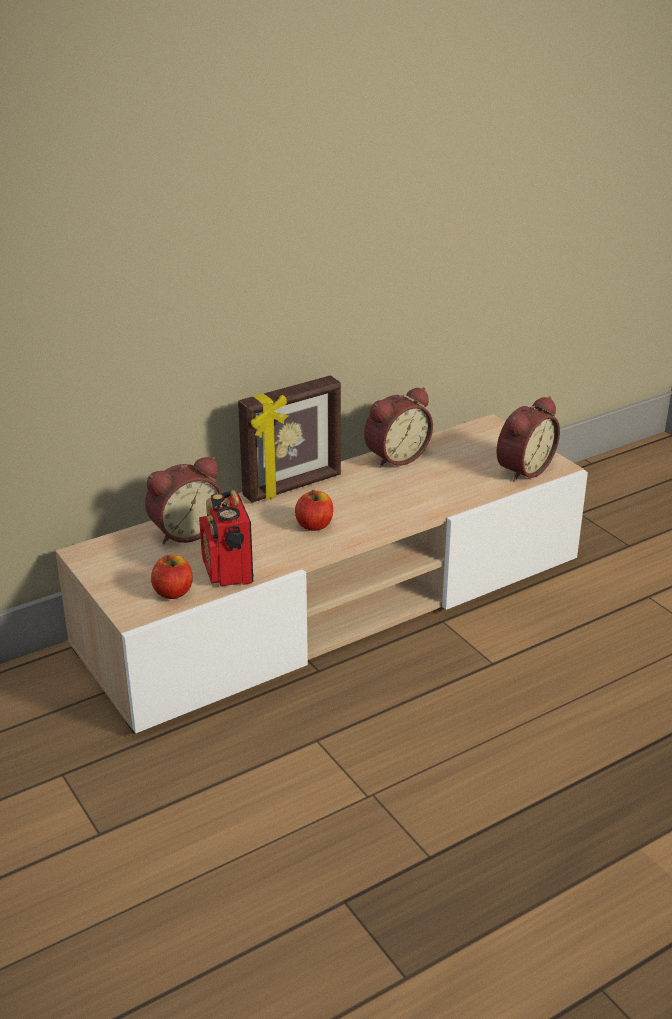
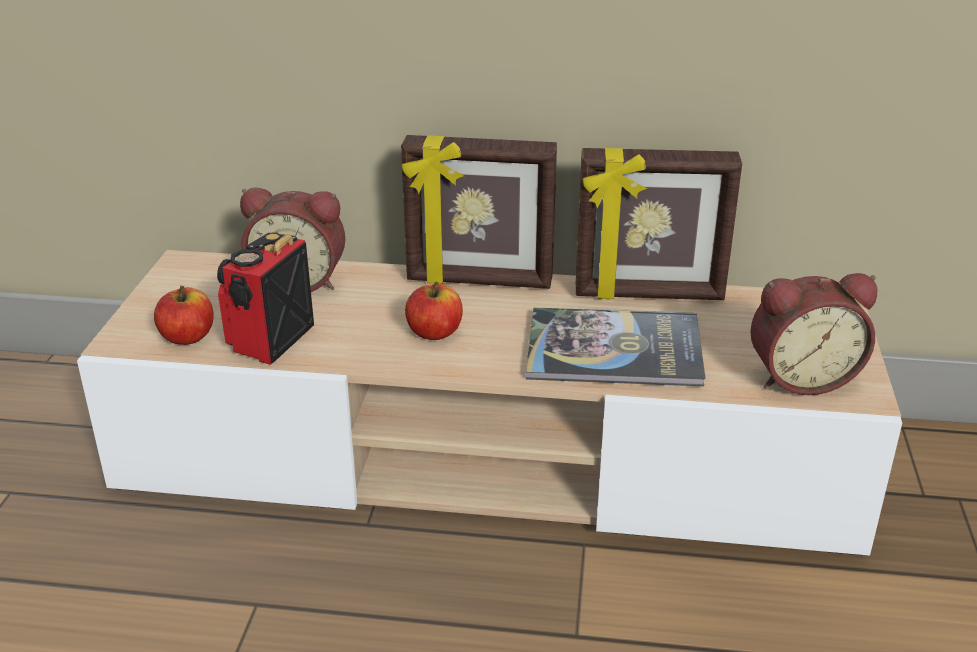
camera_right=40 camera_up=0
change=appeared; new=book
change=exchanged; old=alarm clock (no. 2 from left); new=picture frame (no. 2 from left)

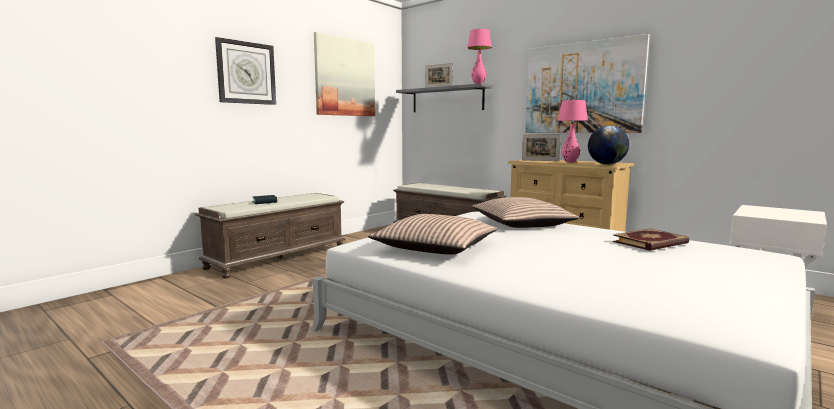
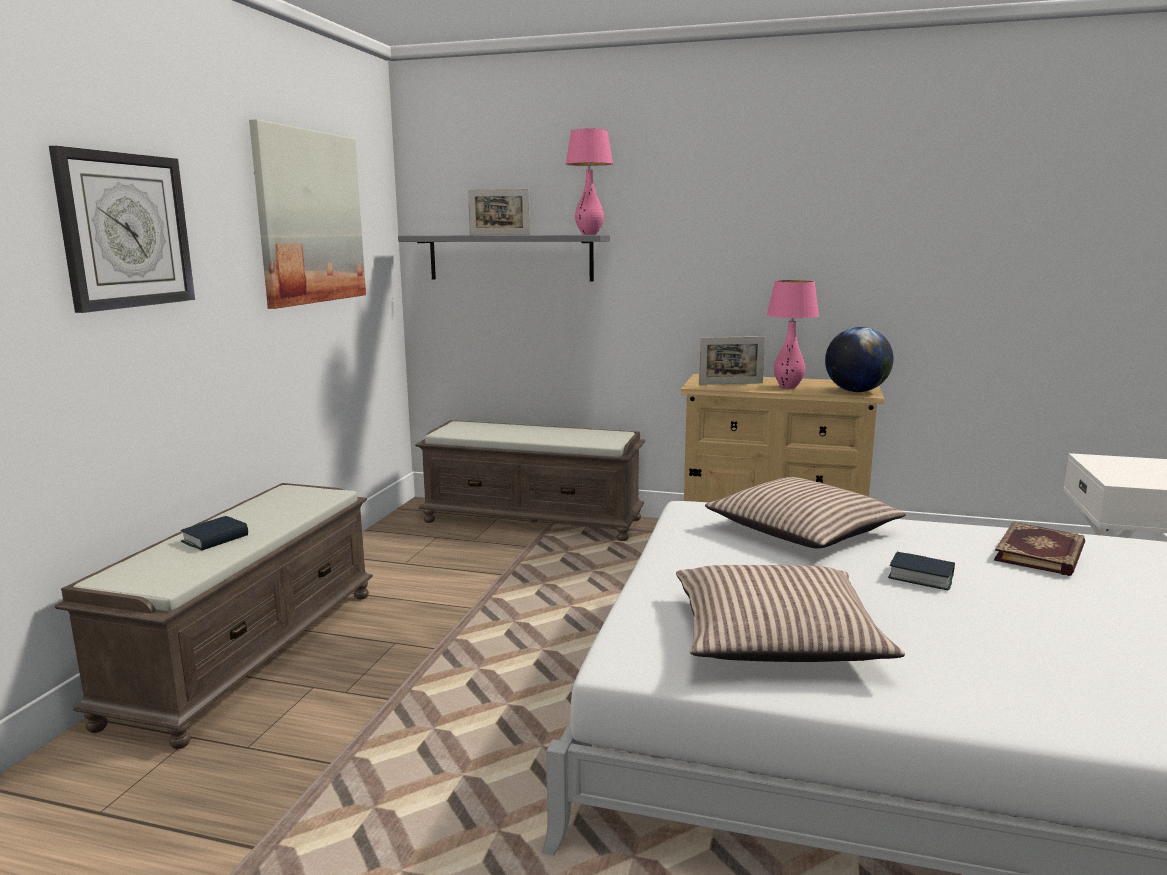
camera_right=-25 camera_up=5
change=appeared; new=book (no. 2 from left)
change=missing; old=picture (no. 2 from left)

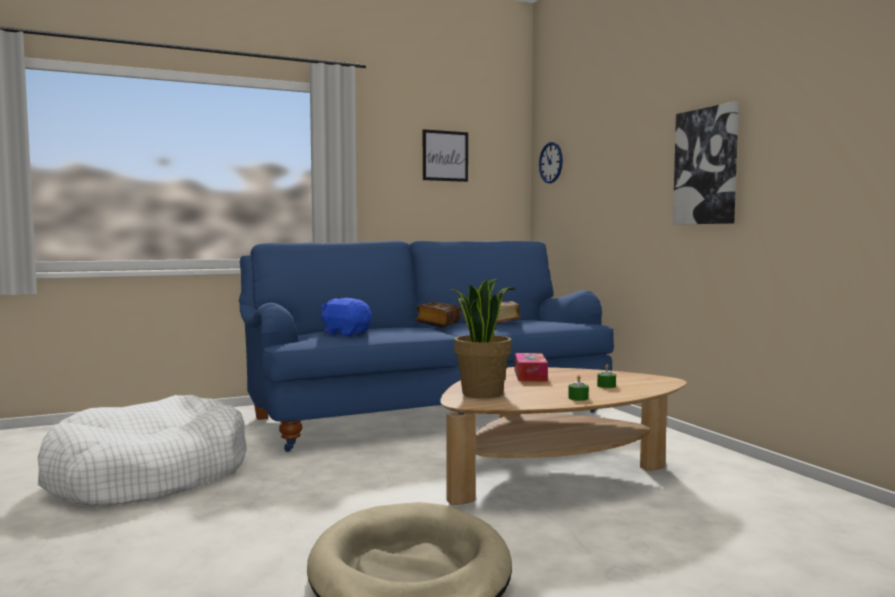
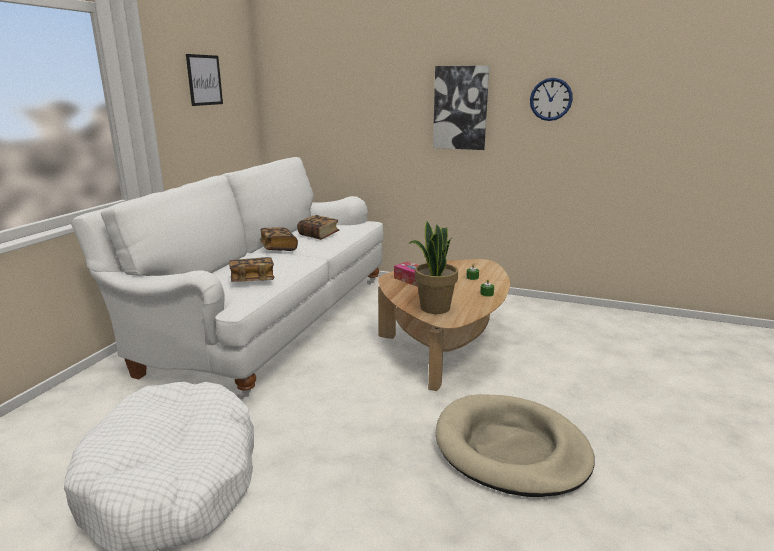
camera_right=-45 camera_up=15
change=colour; old=sofa in blue; new=sofa in white
change=exchanged; old=plush toy in blue; new=book (no. 1 from left)
change=relocated; old=wall clock

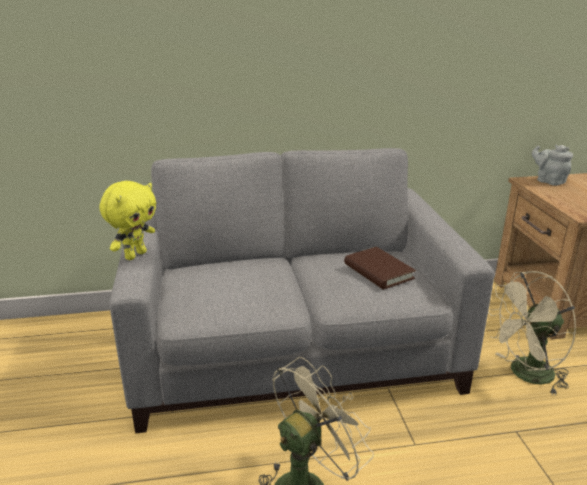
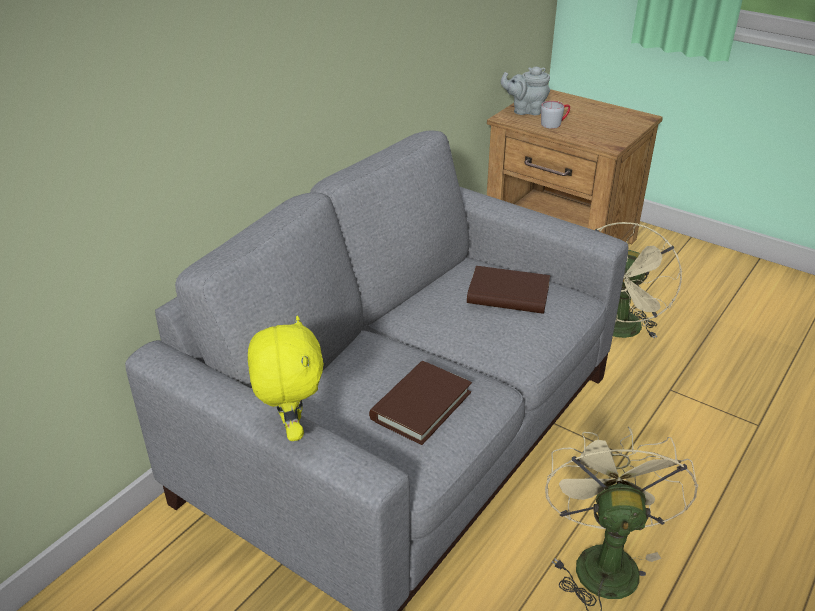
camera_right=-45 camera_up=10
change=appeared; new=book in brown (no. 1 from left)
change=appeared; new=mug in grey

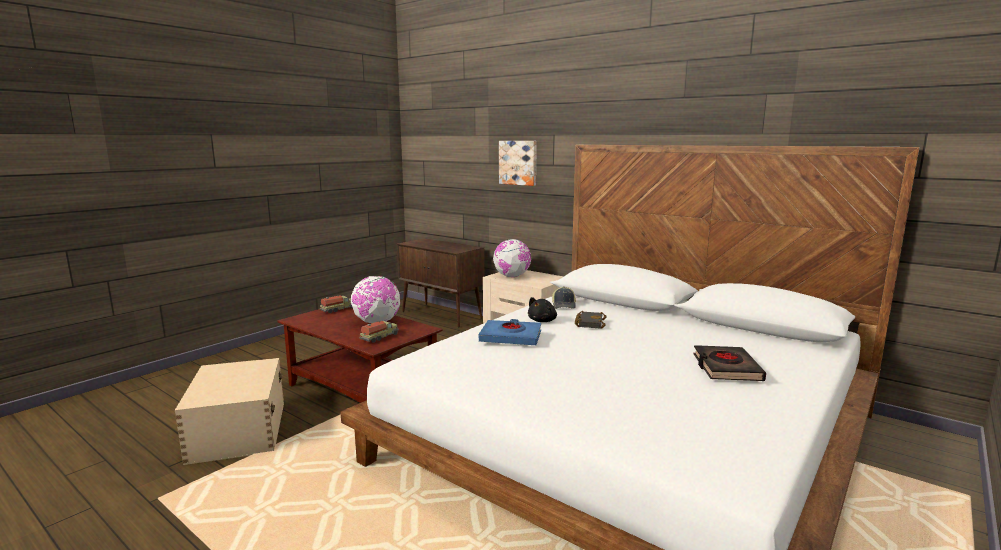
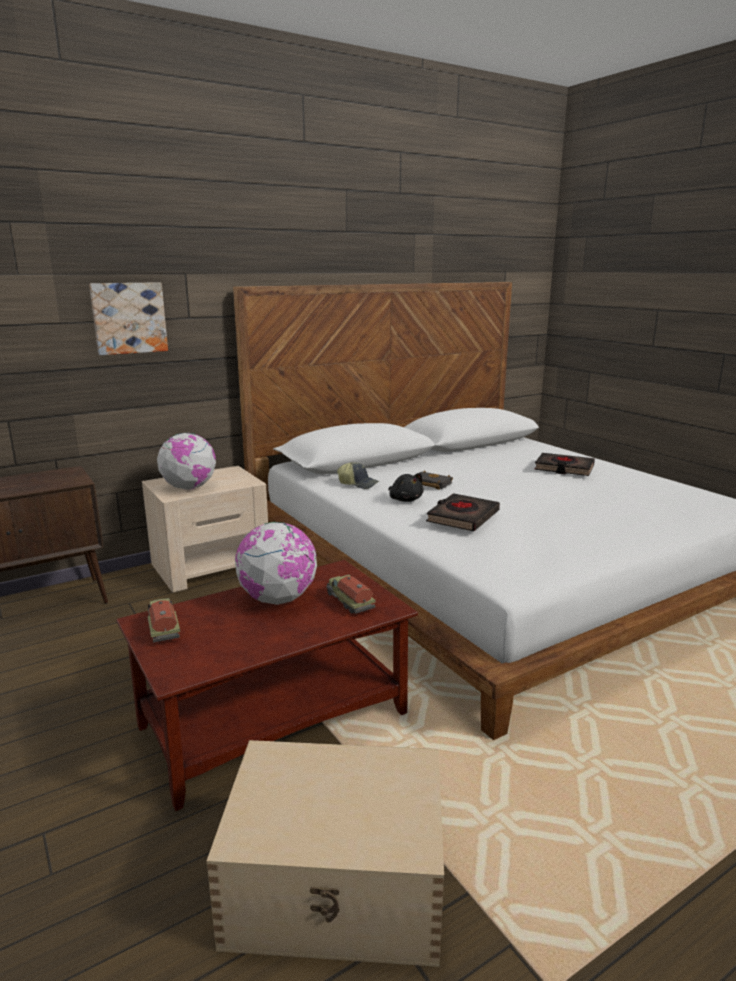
camera_right=-70 camera_up=5
change=colour; old=book in blue; new=book in black (no. 2 from left)

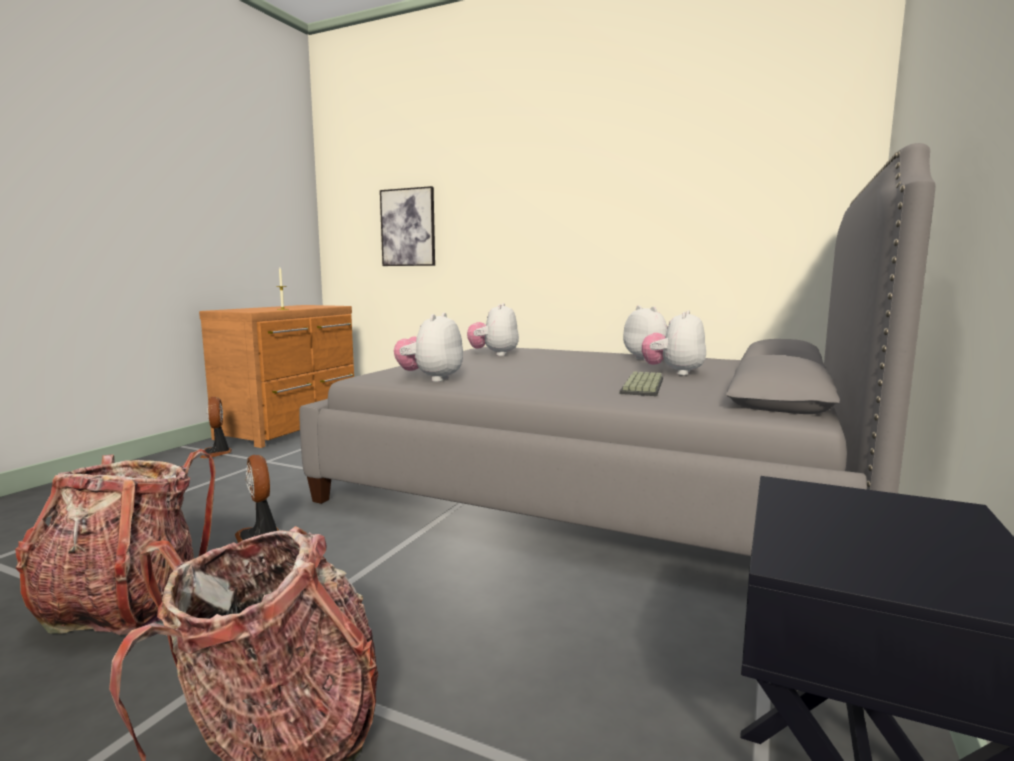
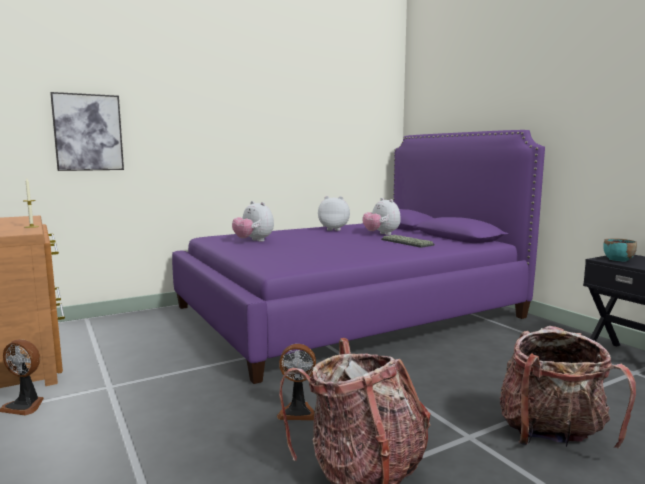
camera_right=-55 camera_up=0
change=colour; old=bed in grey; new=bed in purple
change=appeared; new=bowl in turquoise
change=missing; old=plush toy (no. 1 from left)

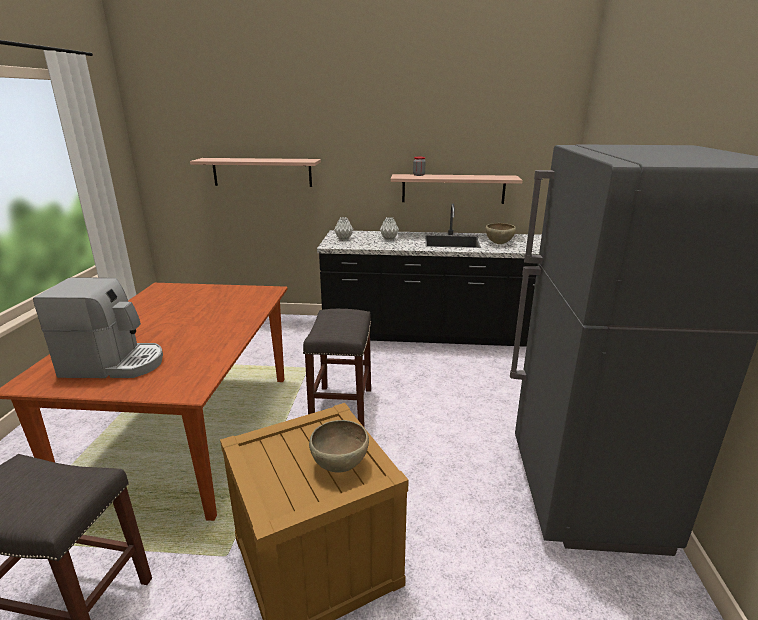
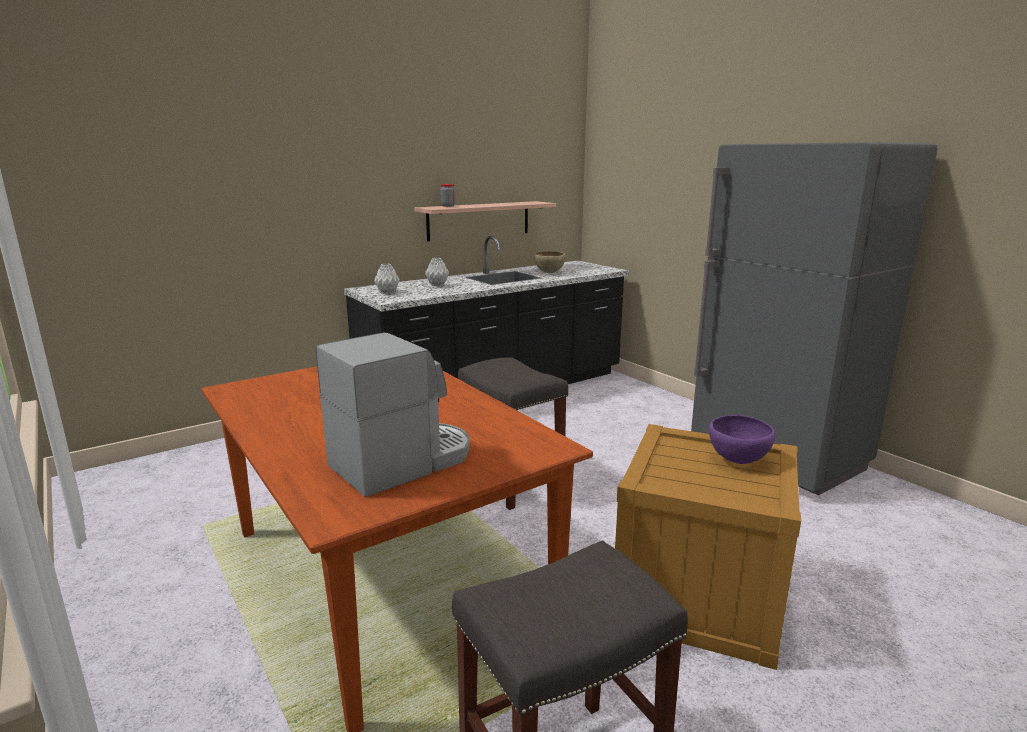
camera_right=-40 camera_up=-5
change=colour; old=bowl in brown (no. 1 from left); new=bowl in purple
change=missing; old=shelf (no. 1 from left)

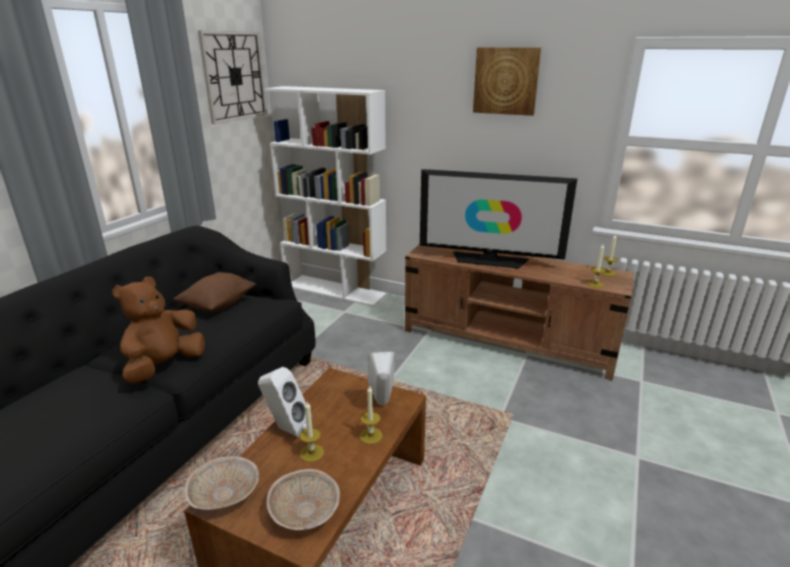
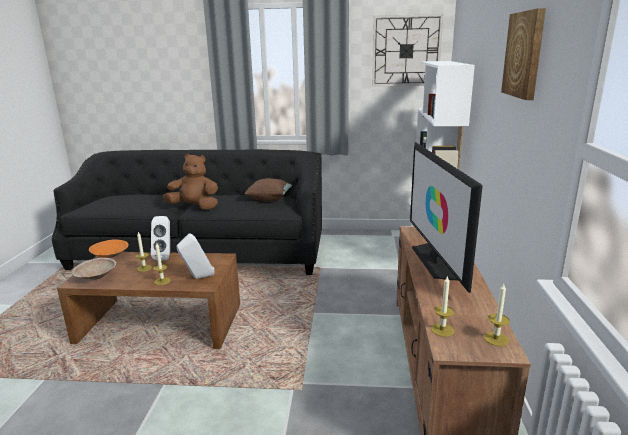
camera_right=70 camera_up=-5
change=colour; old=bowl in beige (no. 1 from left); new=bowl in orange

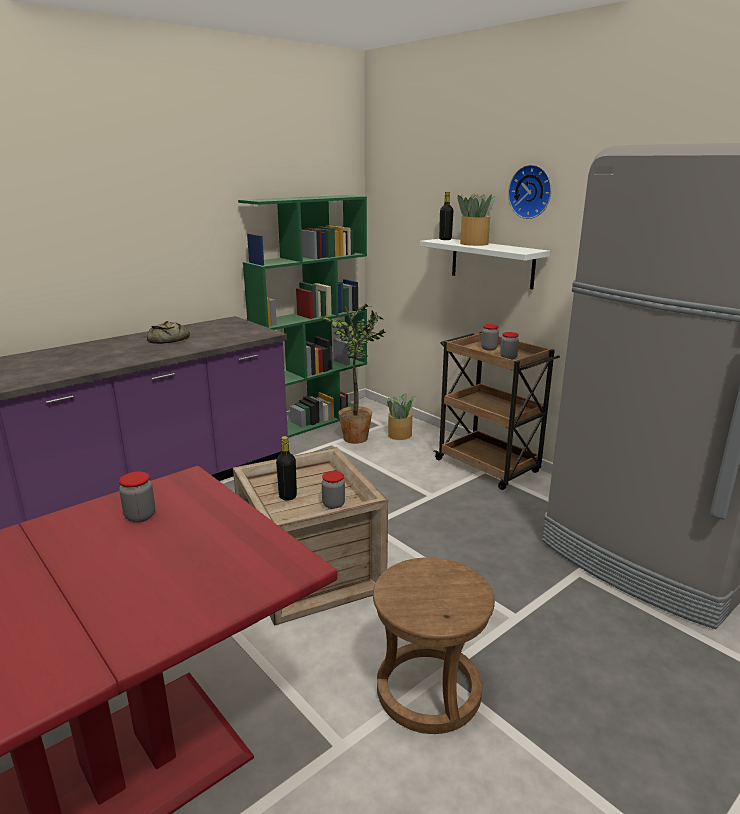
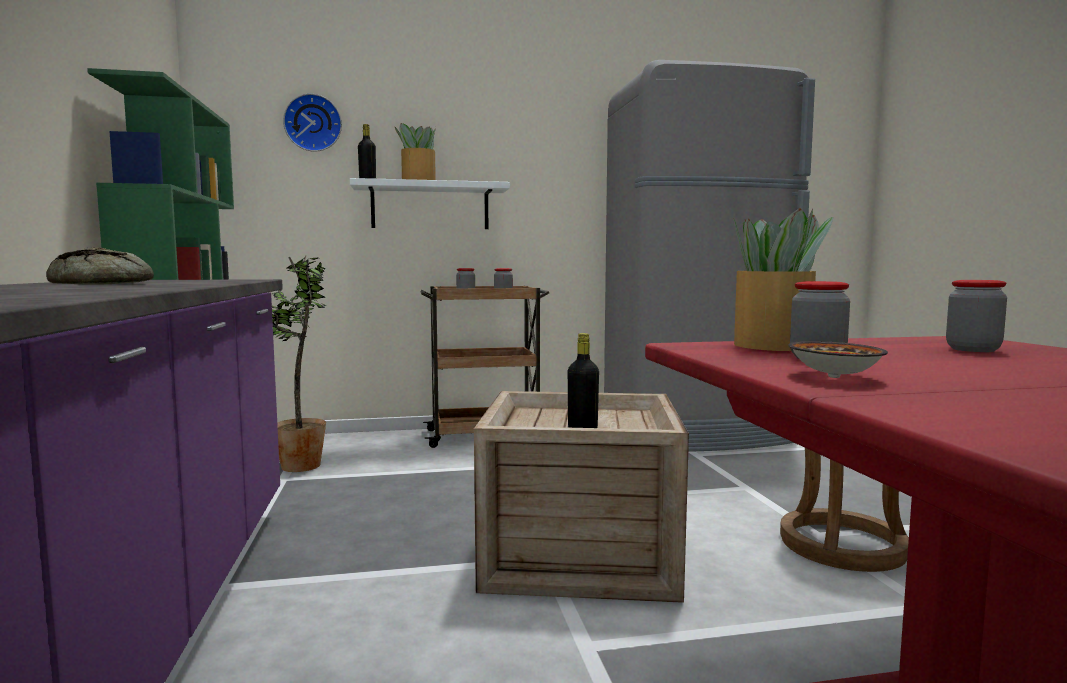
camera_right=-60 camera_up=-15
change=relocated; old=wall clock
change=relocated; old=potted plant (no. 2 from left in the first image); new=potted plant (no. 3 from left)
change=appeared; new=bowl
change=relocated; old=jar (no. 2 from left in the first image); new=jar (no. 4 from left)

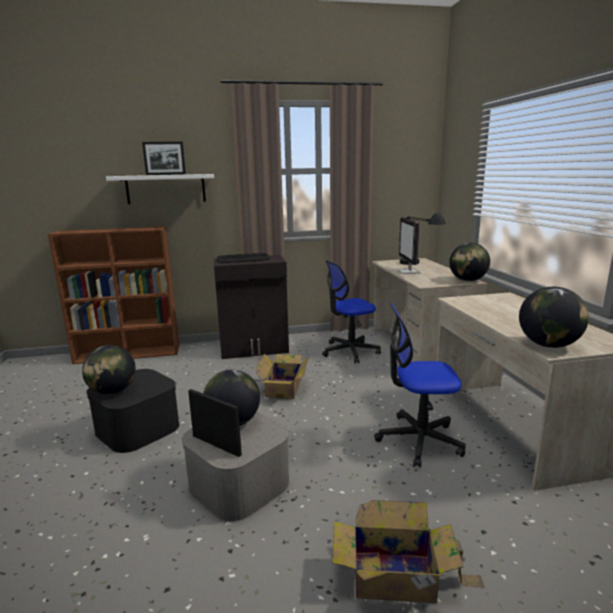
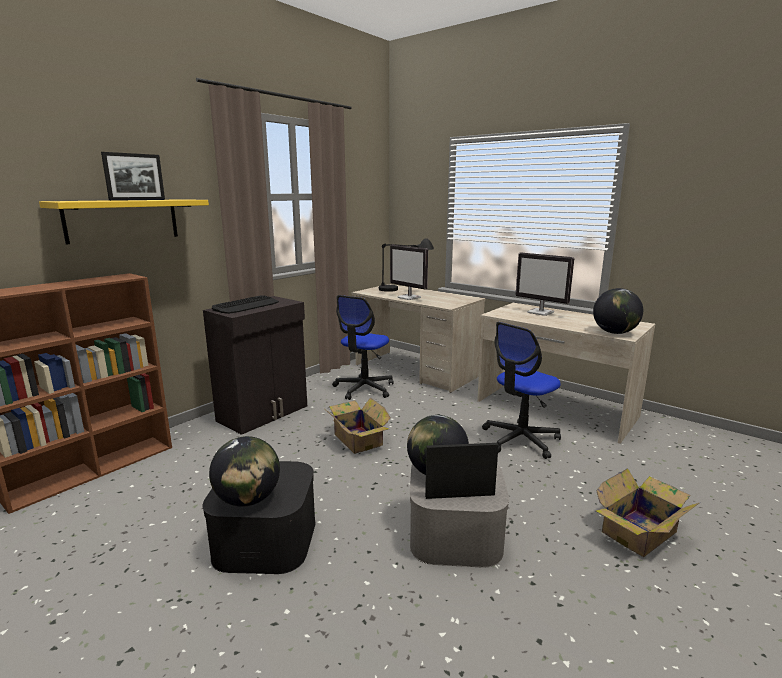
camera_right=-40 camera_up=0
change=colour; old=shelf in white; new=shelf in yellow
change=appeared; new=monitor (no. 2 from left)
change=missing; old=globe (no. 3 from left)

